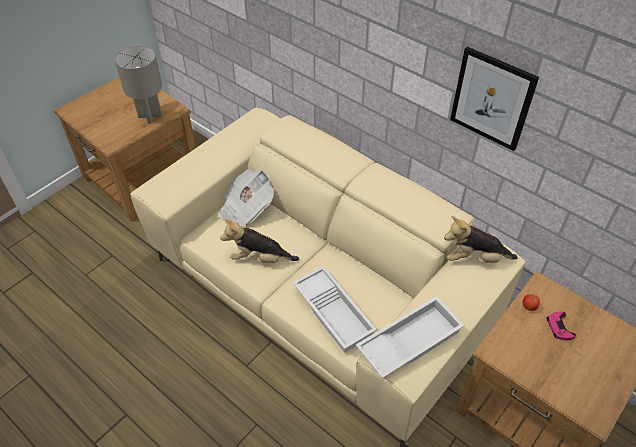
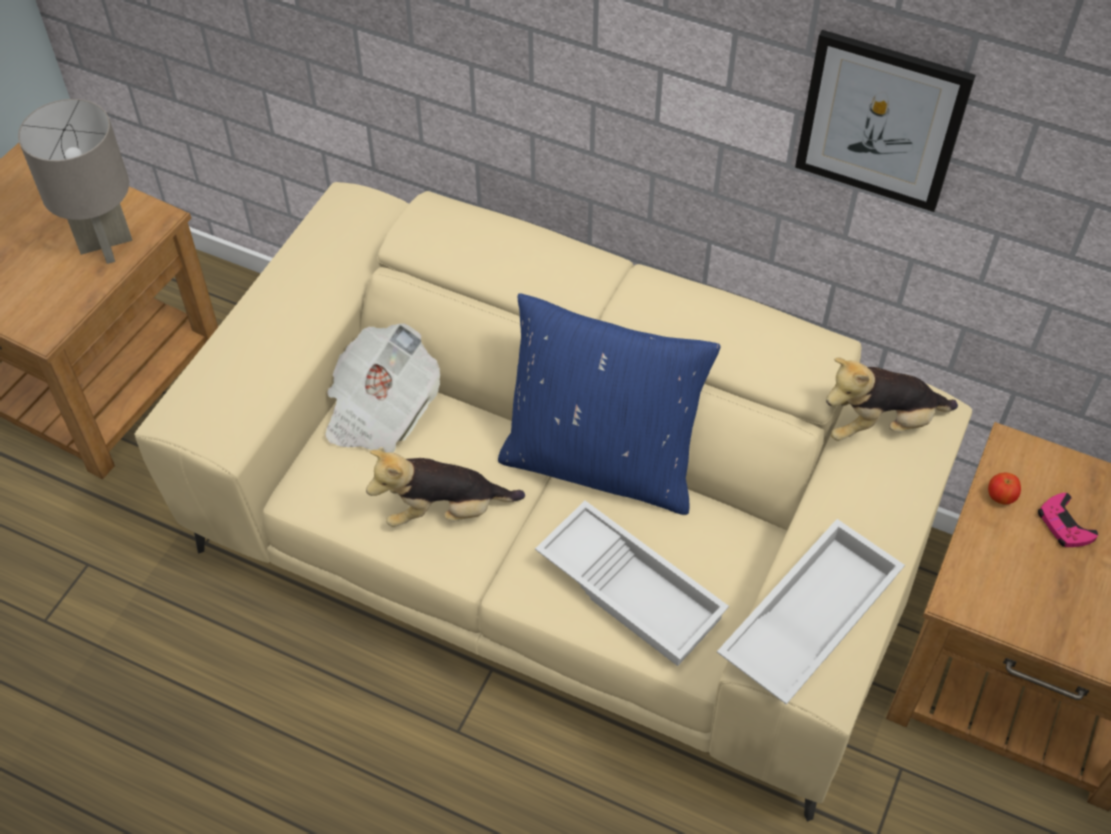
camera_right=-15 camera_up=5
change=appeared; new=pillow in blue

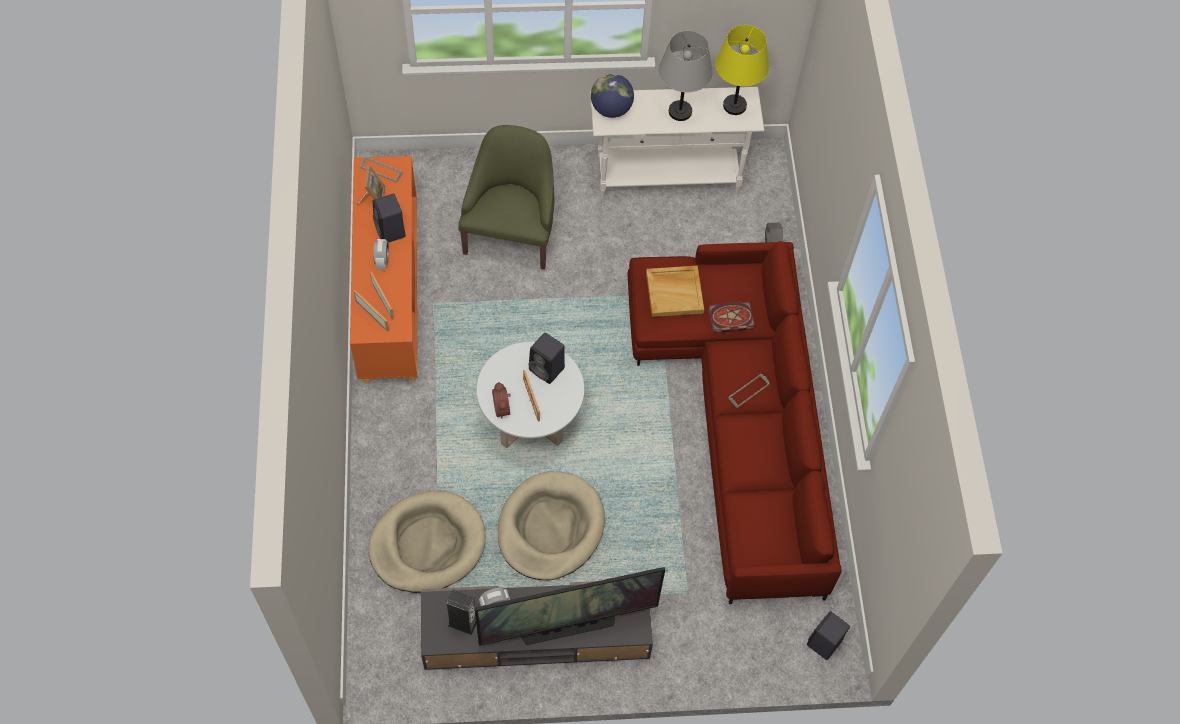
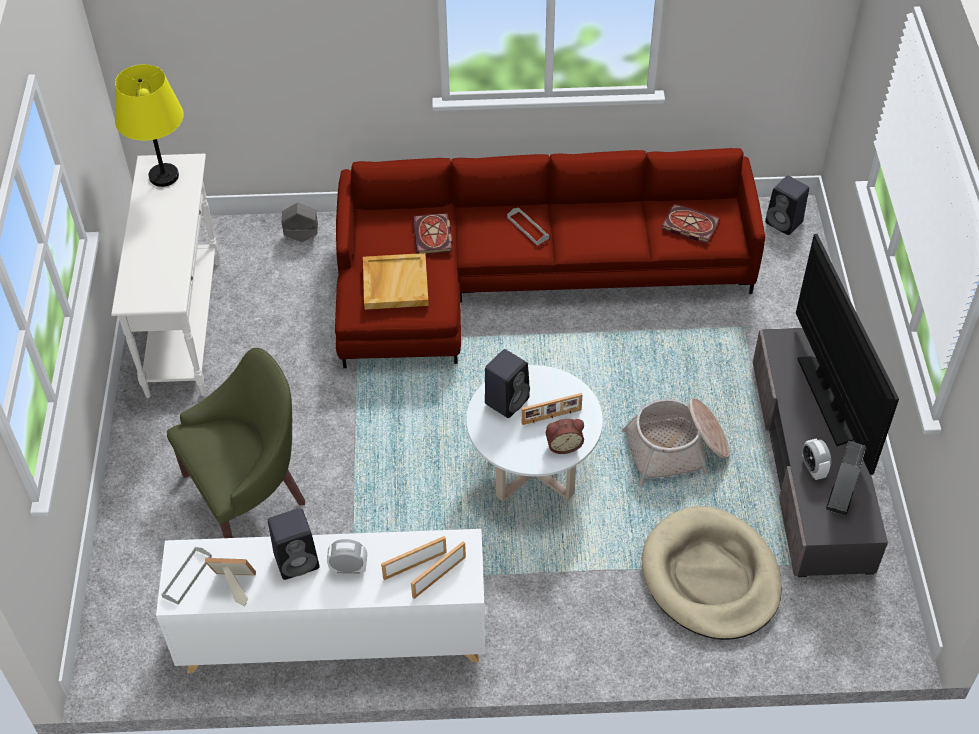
camera_right=-85 camera_up=-10
change=colour; old=cabinet in orange; new=cabinet in white
change=spun; old=armchair in green; degrees=135
change=exchanged; old=dog bed in beige (no. 2 from left); new=basket
change=appeared; new=book (no. 2 from left)
change=missing; old=globe
change=missing; old=table lamp in grey

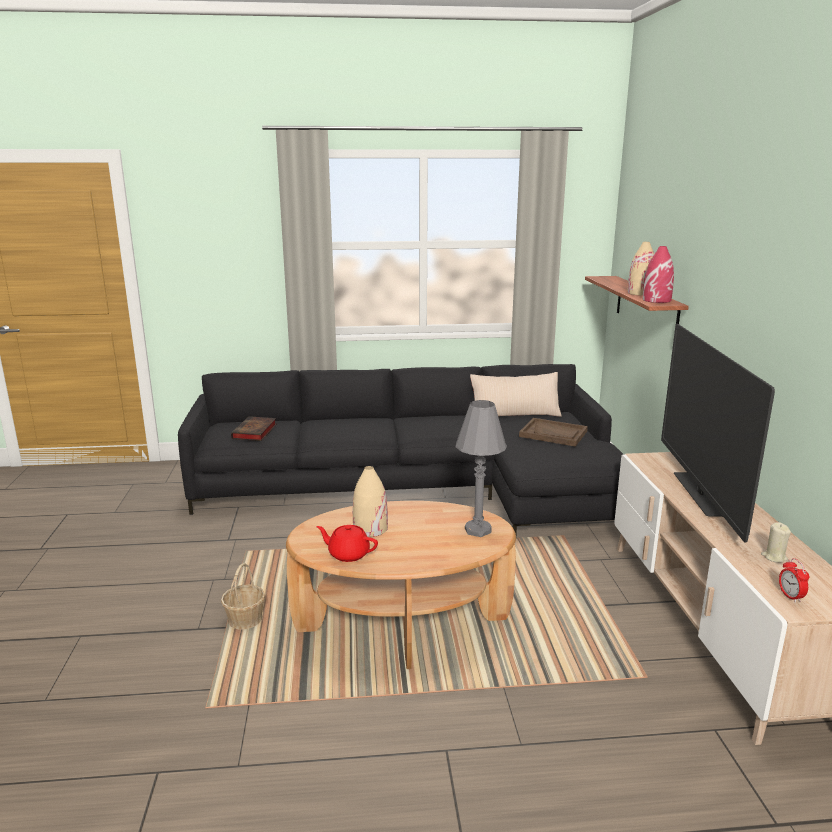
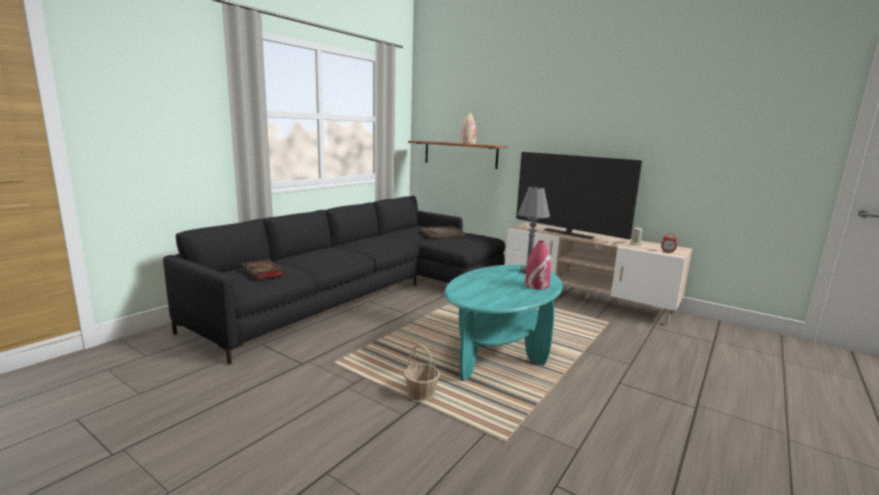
camera_right=-50 camera_up=-5
change=colour; old=coffee table in brown; new=coffee table in turquoise
change=relocated; old=vase in red
change=missing; old=teapot in red
change=missing; old=vase in beige (no. 1 from left)
change=missing; old=pillow in beige

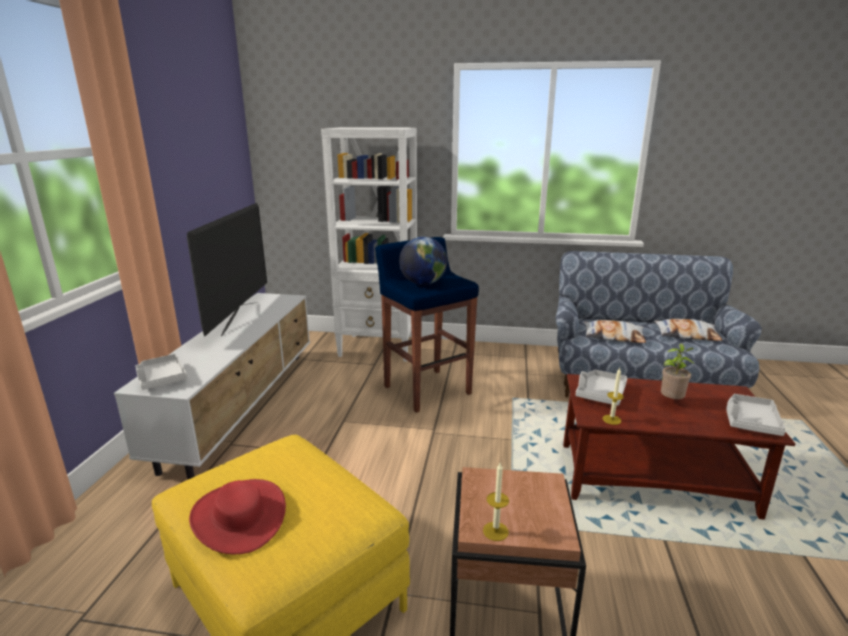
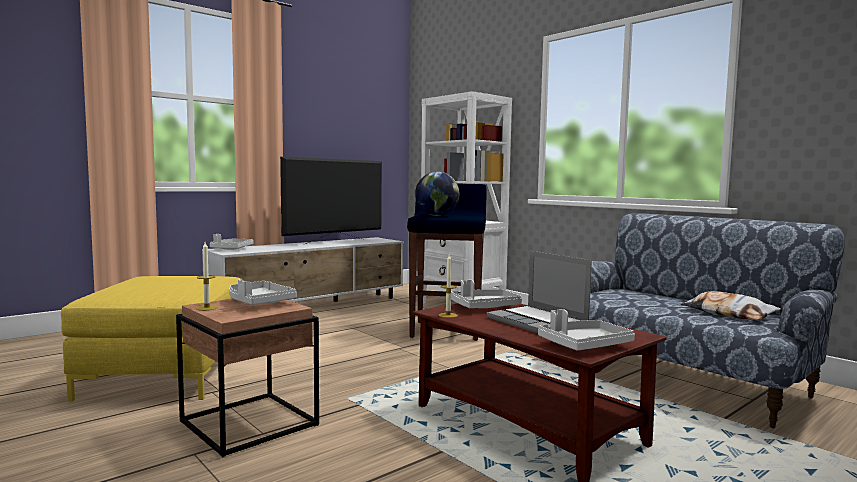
camera_right=40 camera_up=-15
change=appeared; new=tray in grey (no. 2 from left)
change=exchanged; old=potted plant; new=laptop
change=missing; old=hat in red
change=missing; old=pillow (no. 1 from left)

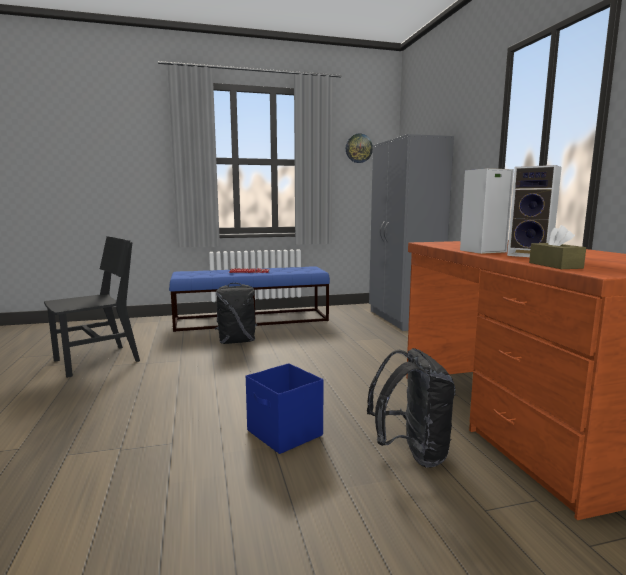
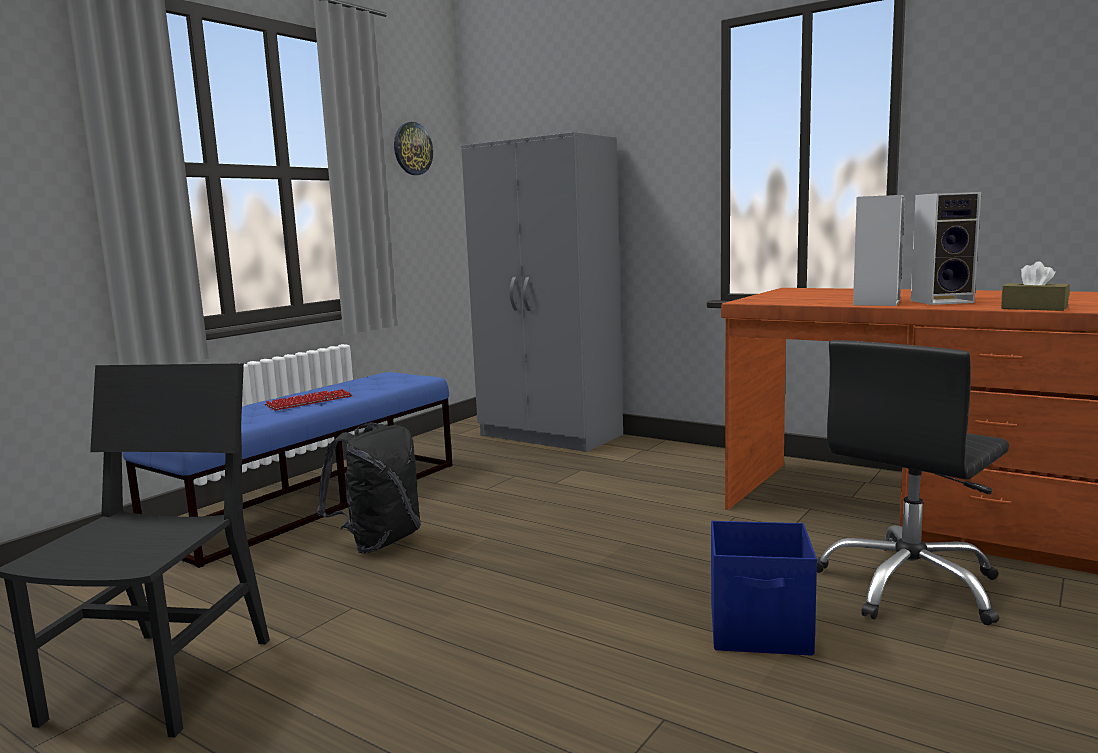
camera_right=-40 camera_up=0
change=exchanged; old=backpack in black (no. 2 from left); new=office chair in black

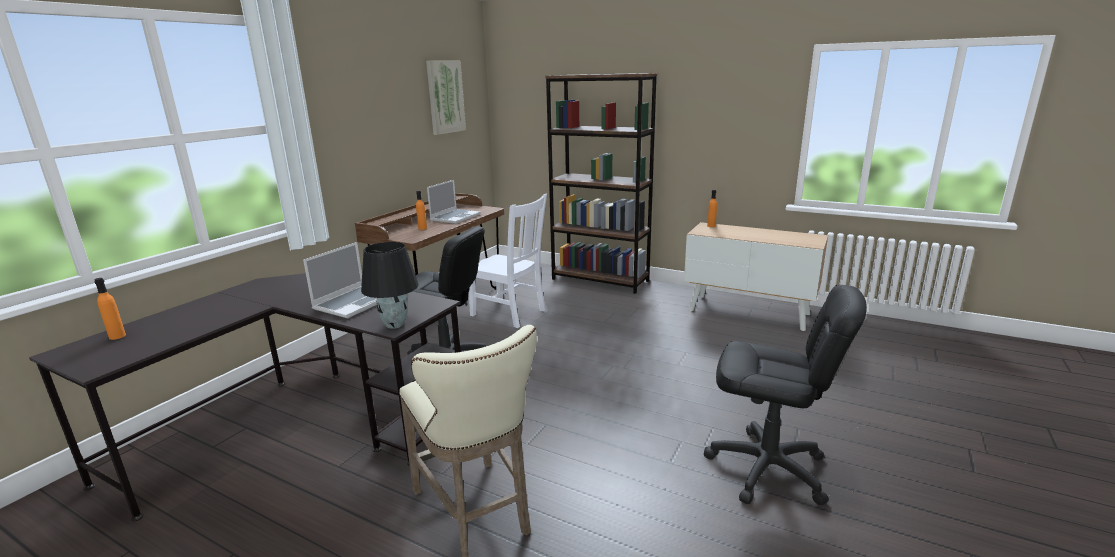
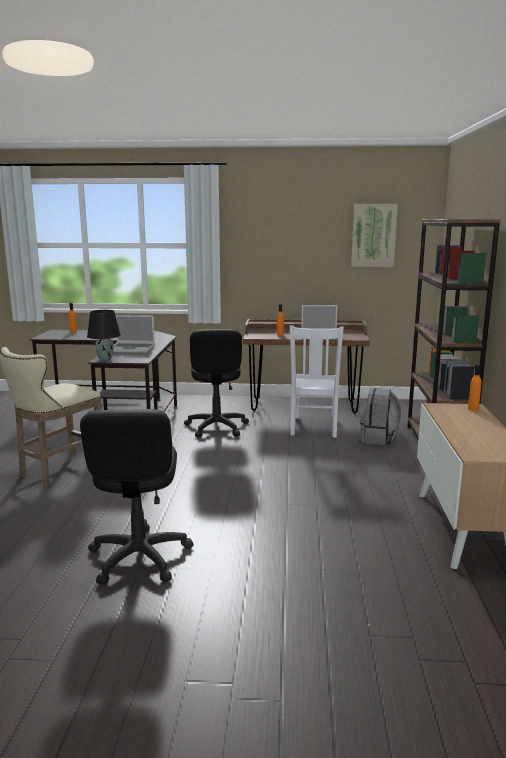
camera_right=65 camera_up=-5
change=appeared; new=backpack in grey

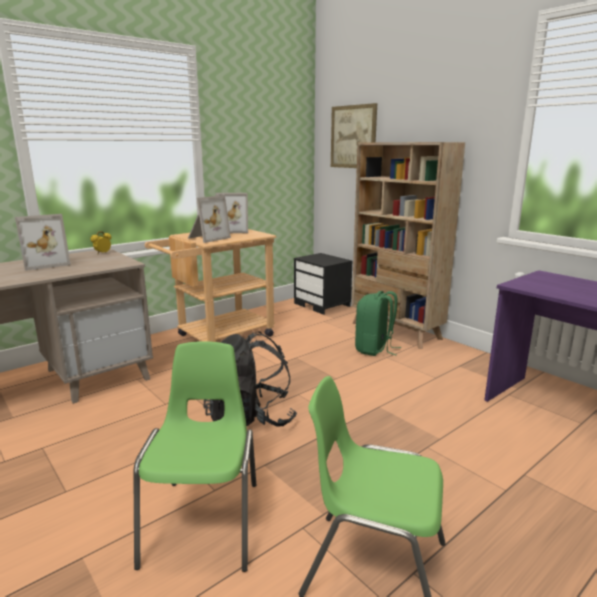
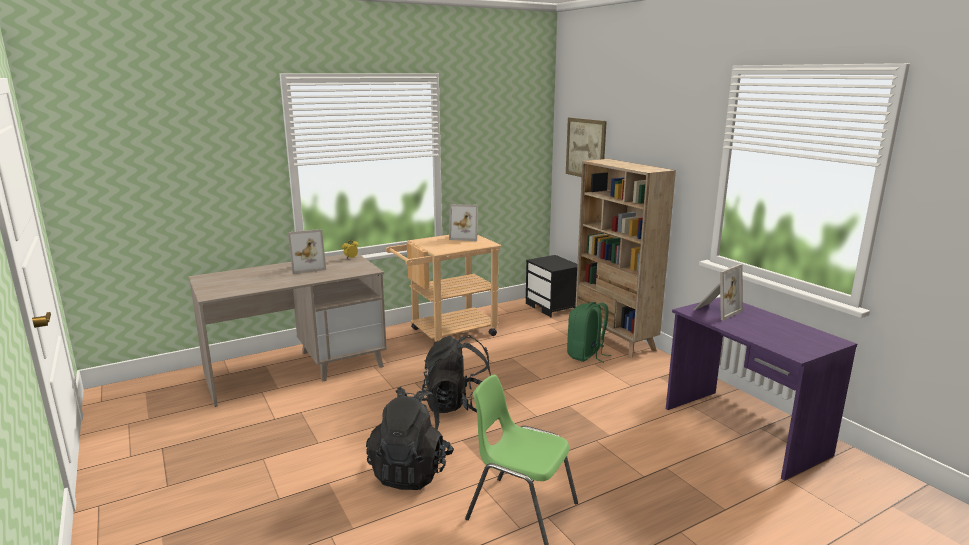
camera_right=10 camera_up=0
change=exchanged; old=chair in green (no. 1 from left); new=backpack in black (no. 1 from left)
change=relocated; old=picture frame (no. 2 from left in the first image); new=picture frame (no. 3 from left)

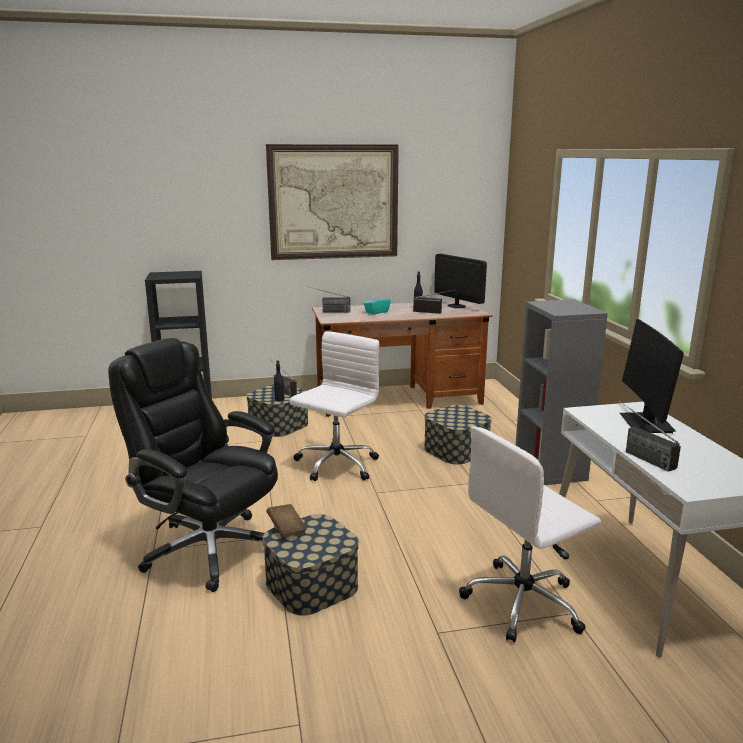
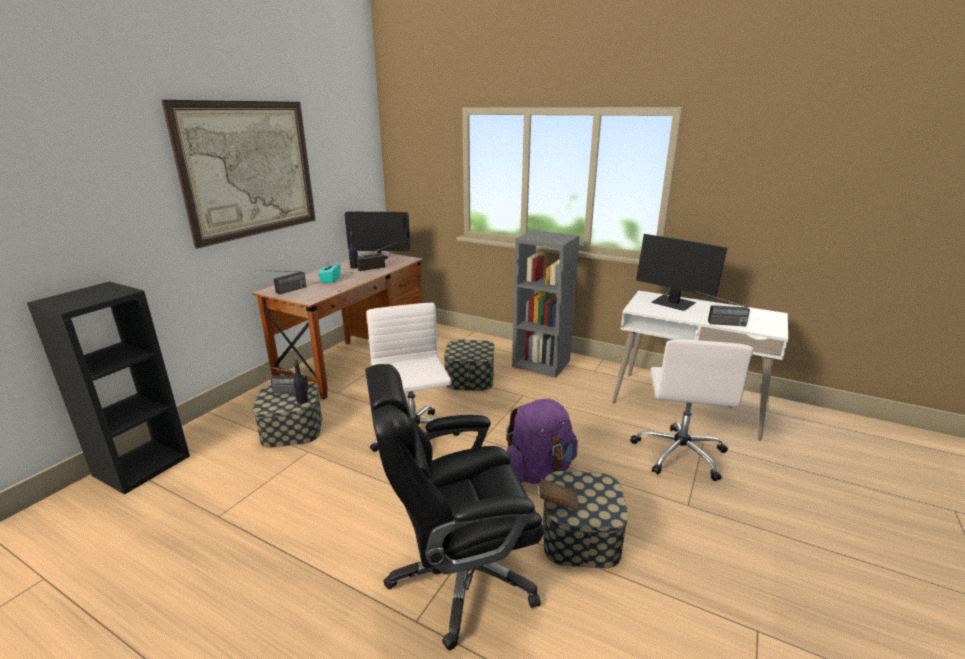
camera_right=-50 camera_up=5
change=appeared; new=backpack in purple

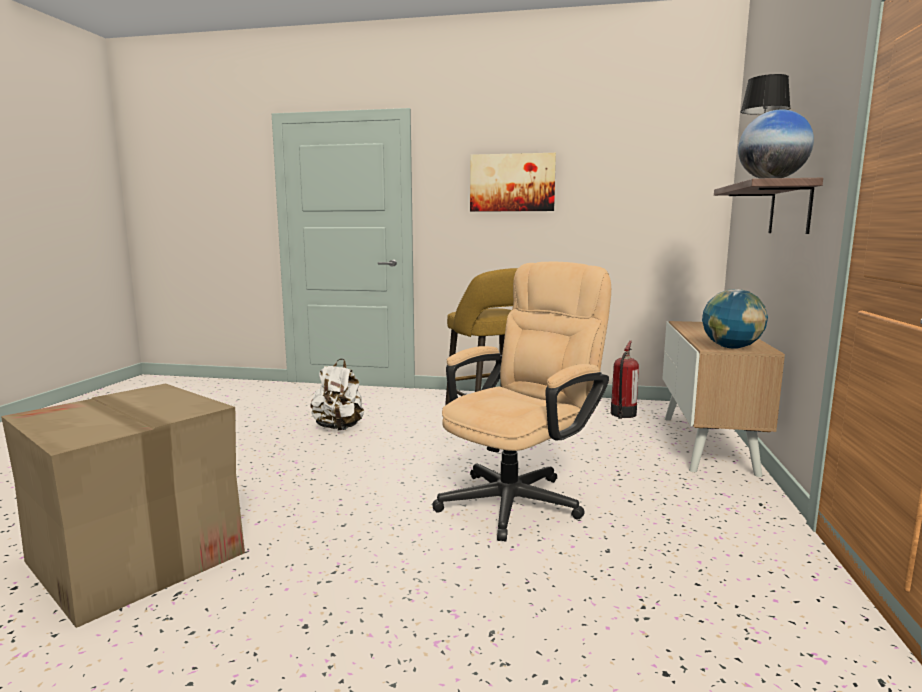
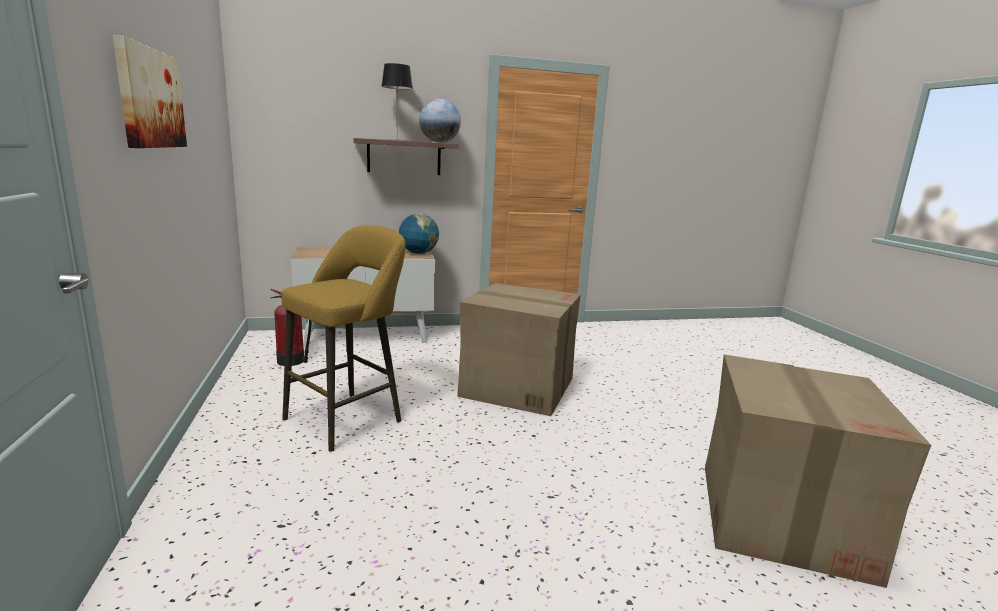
camera_right=-115 camera_up=5
change=exchanged; old=office chair in beige; new=cardboard box (no. 1 from left)
change=missing; old=backpack in white

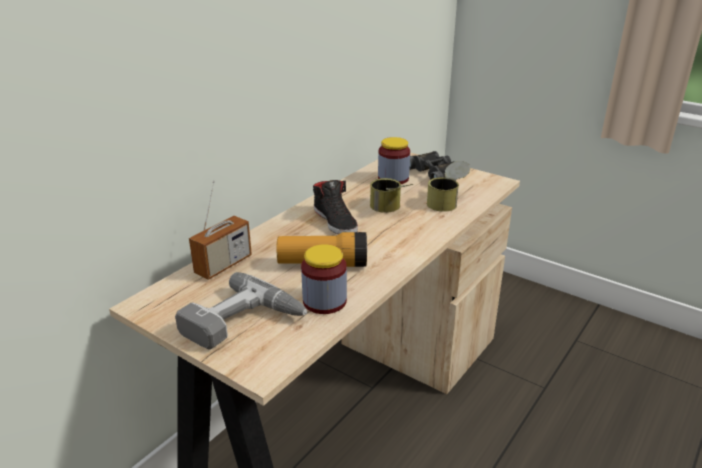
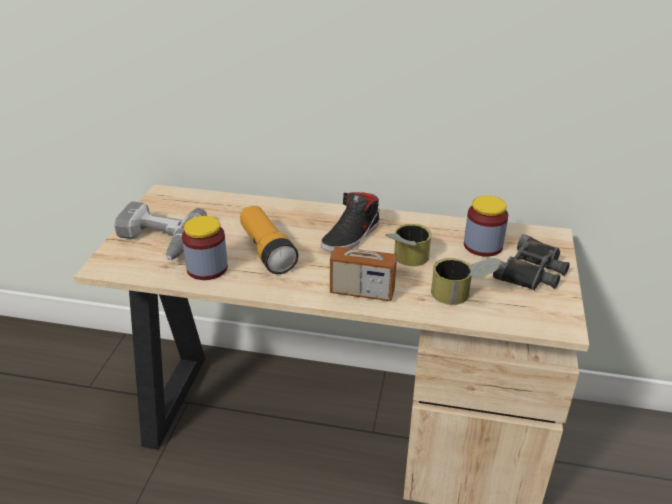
camera_right=65 camera_up=5
change=relocated; old=radio

